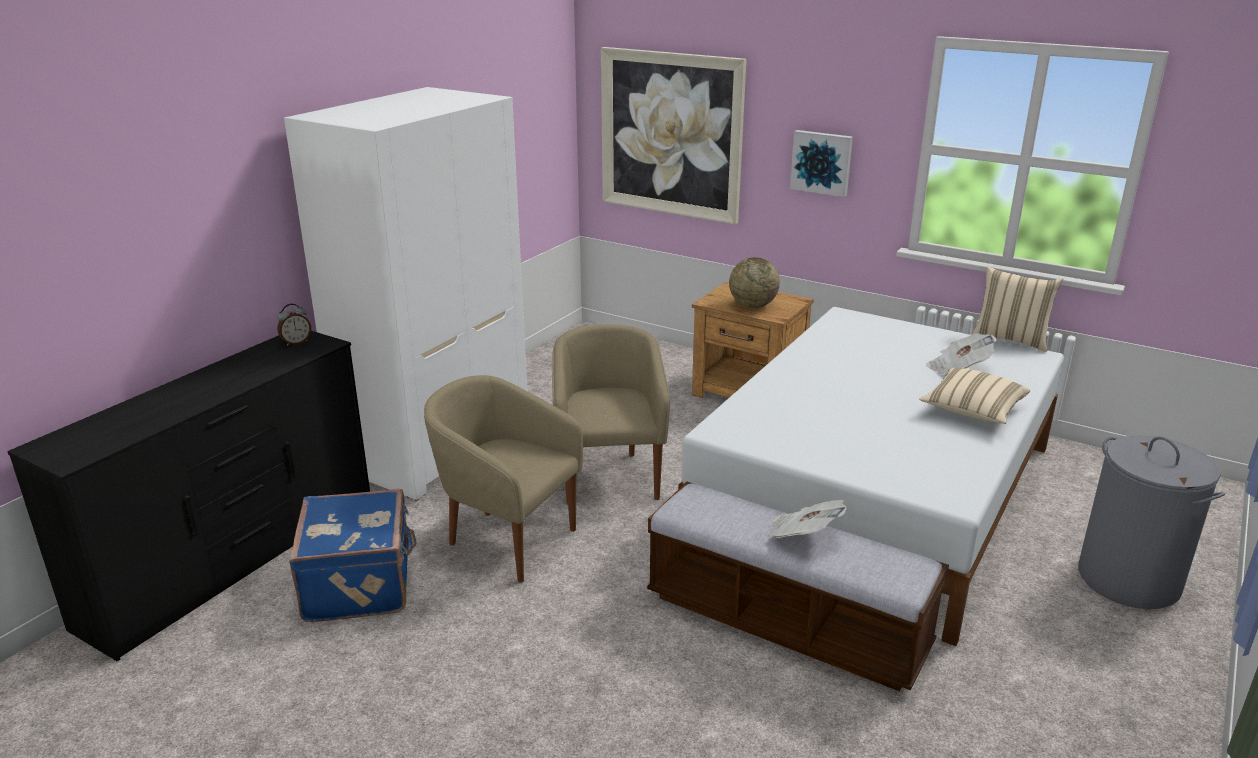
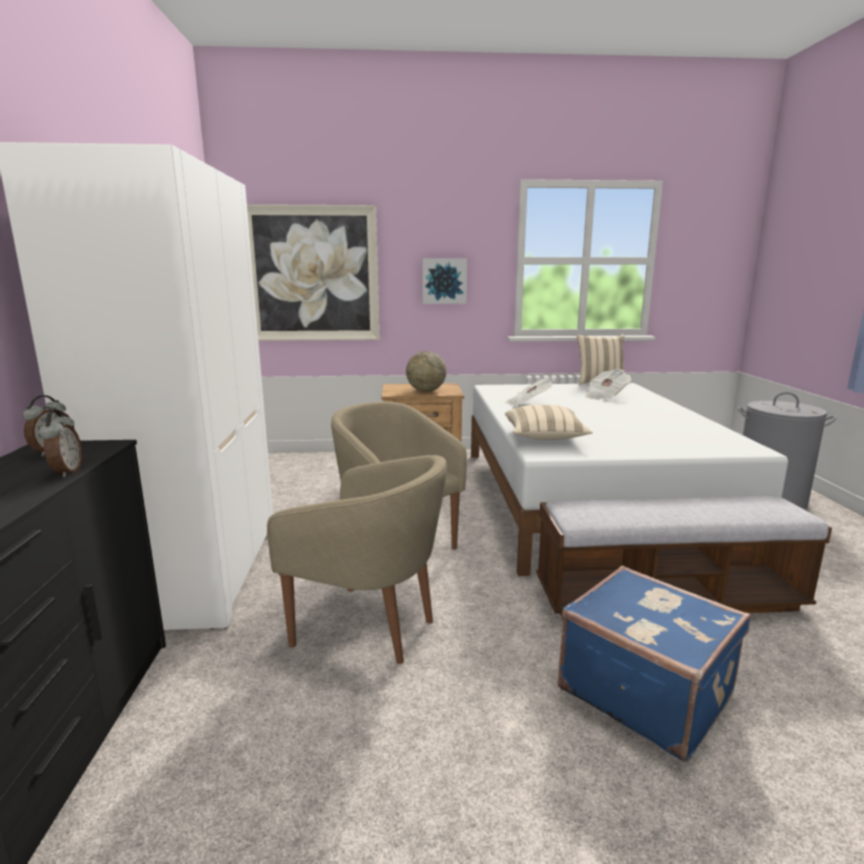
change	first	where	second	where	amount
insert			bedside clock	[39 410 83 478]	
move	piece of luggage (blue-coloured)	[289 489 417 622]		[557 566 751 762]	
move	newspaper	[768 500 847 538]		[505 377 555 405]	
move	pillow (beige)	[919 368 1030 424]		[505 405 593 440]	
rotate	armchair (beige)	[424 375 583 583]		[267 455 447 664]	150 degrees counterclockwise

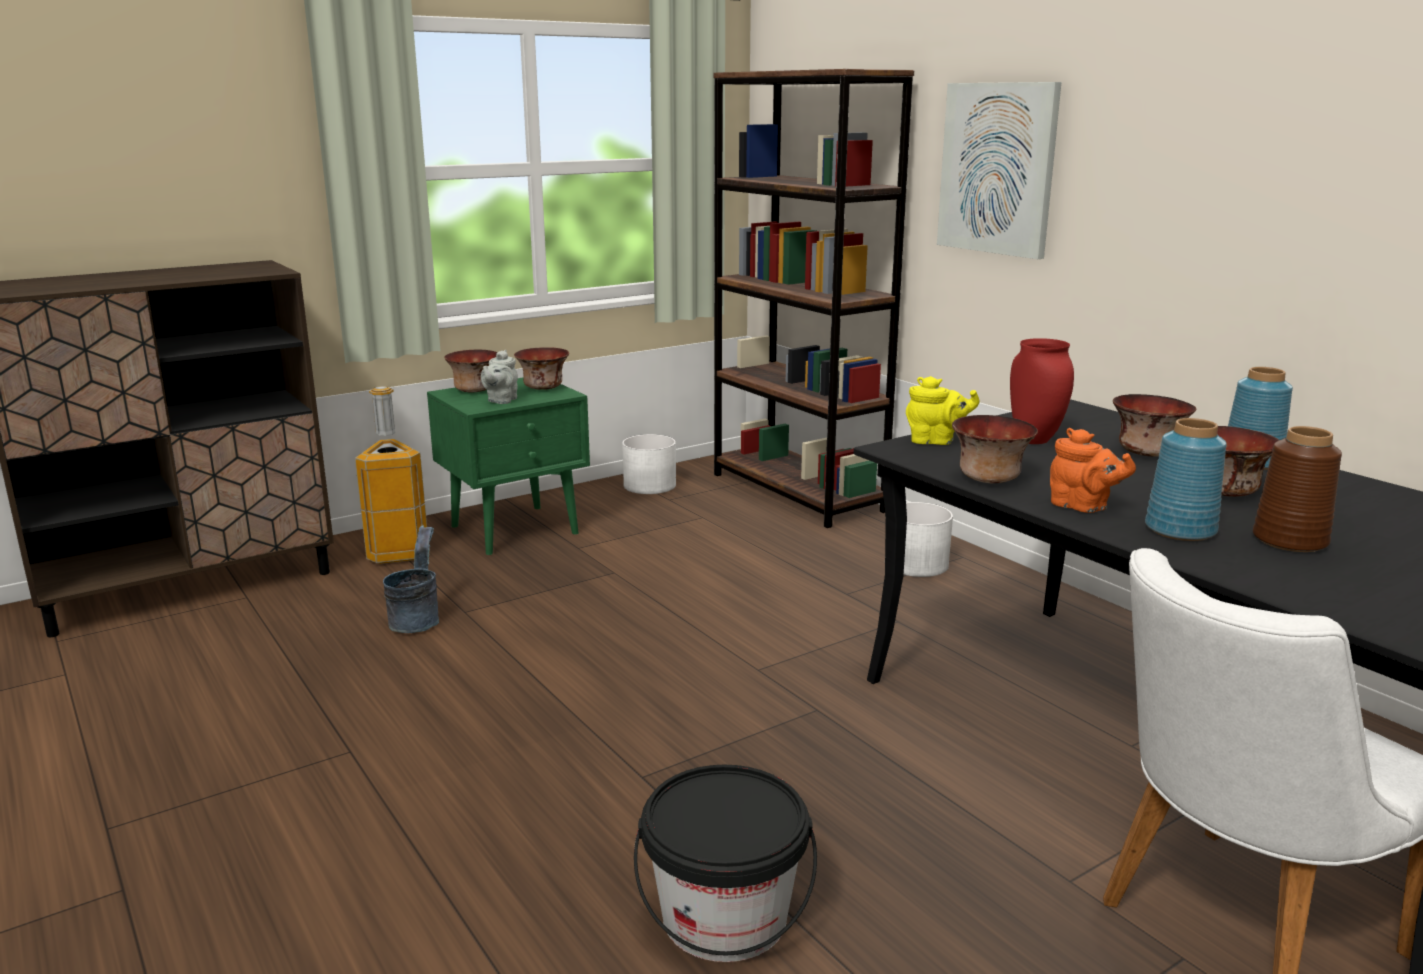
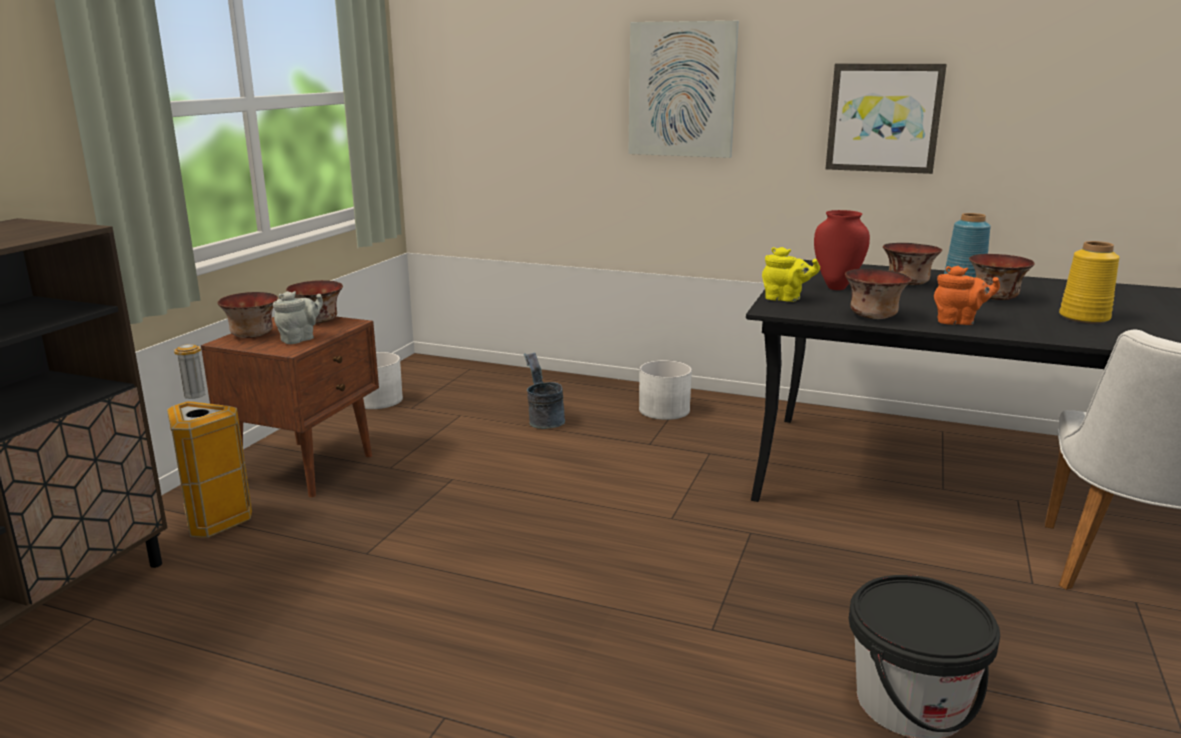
change	first	where	second	where	amount
delete	bookcase (brown-coloured)	[713 69 914 528]			
delete	decorative vase (blue-coloured)	[1145 418 1227 541]			
insert			picture	[826 64 947 174]	
move	pail (greyish)	[383 525 439 633]		[524 352 565 429]	
recolor	bedside table (green-coloured)	[427 378 590 555]	bedside table (brown-coloured)	[201 317 379 497]	
recolor	decorative vase (brown-coloured)	[1253 426 1342 552]	decorative vase (yellow-coloured)	[1059 241 1119 323]	
rotate	teapot (greyish)	[481 350 518 404]		[273 291 323 344]	120 degrees counterclockwise
rotate	teapot (yellow-coloured)	[906 376 980 445]		[762 247 820 302]	45 degrees clockwise

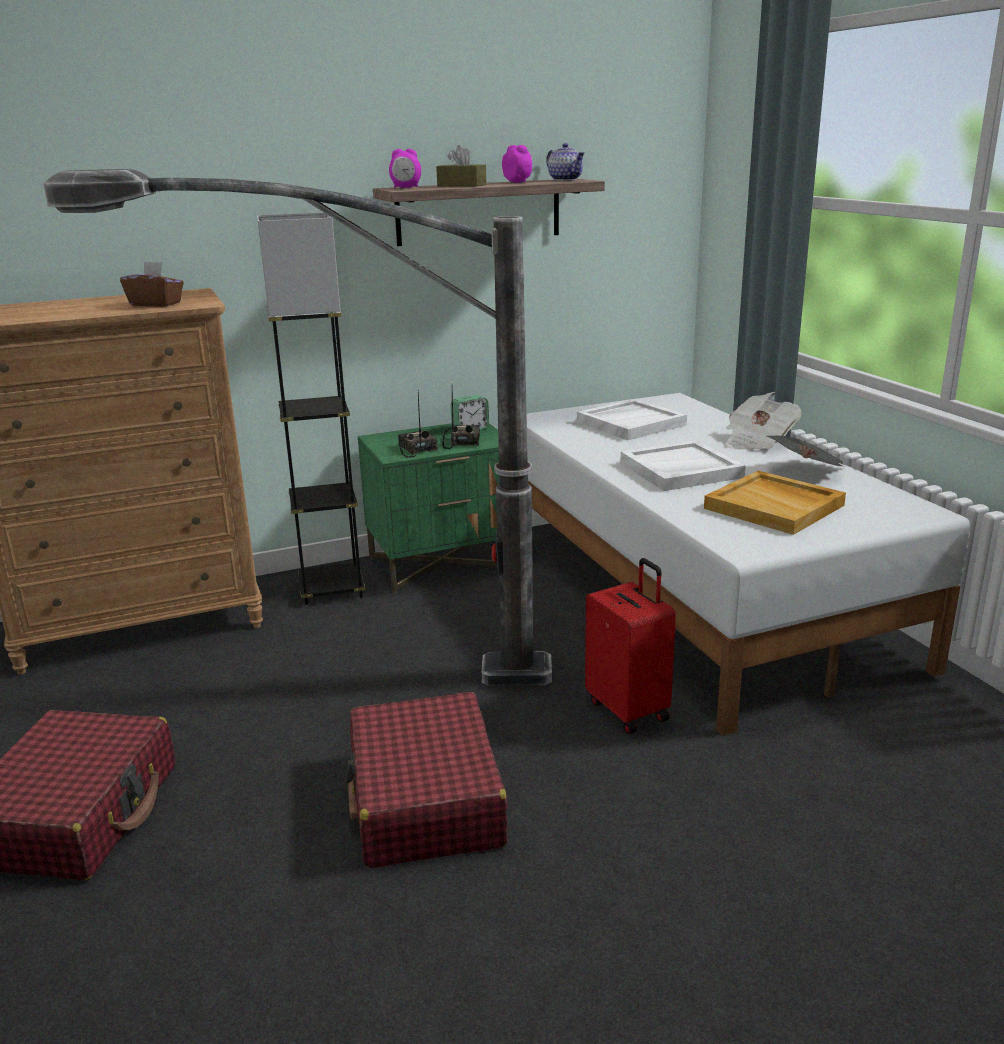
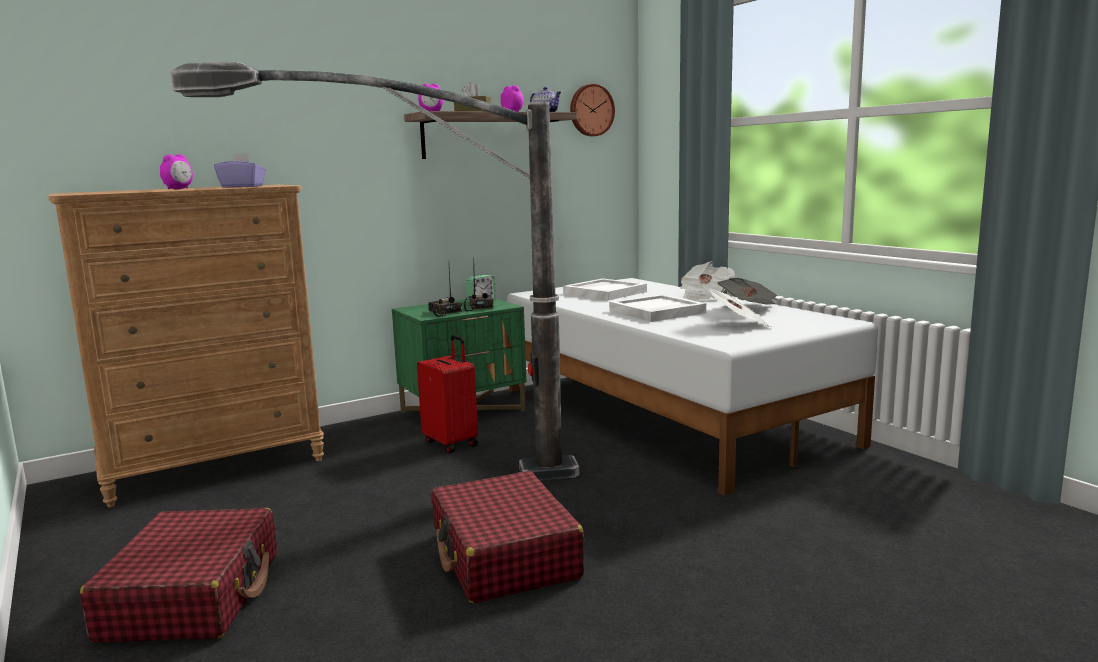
change	first	where	second	where	amount
delete	floor lamp (greyish)	[257 212 365 605]			
insert			bedside clock	[160 154 193 189]	
insert			wall clock	[570 84 615 136]	
move	piece of luggage (red-coloured)	[585 558 676 734]		[417 335 478 453]	
replace	carrying tray (beige)	[704 471 846 535]	newspaper	[703 286 771 327]	
recolor	tissue box (brown-coloured)	[120 262 184 307]	tissue box (purple-coloured)	[214 153 266 188]	

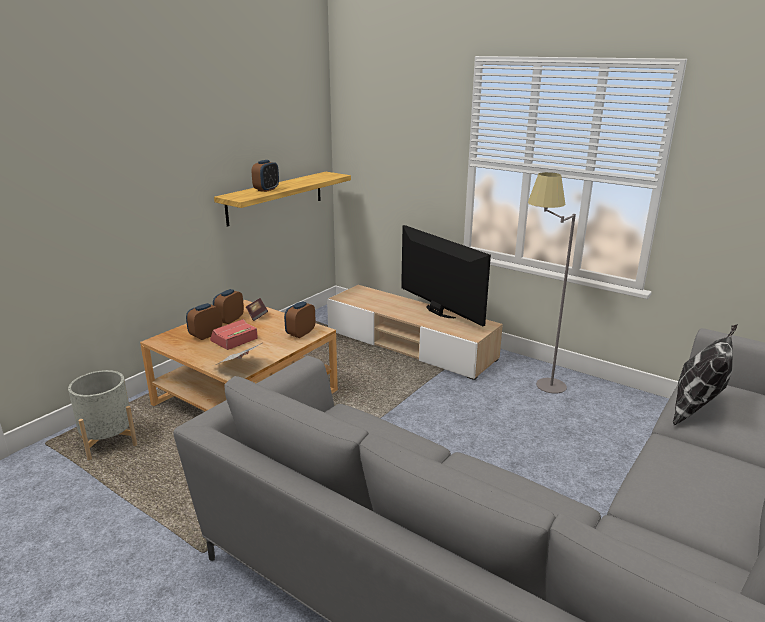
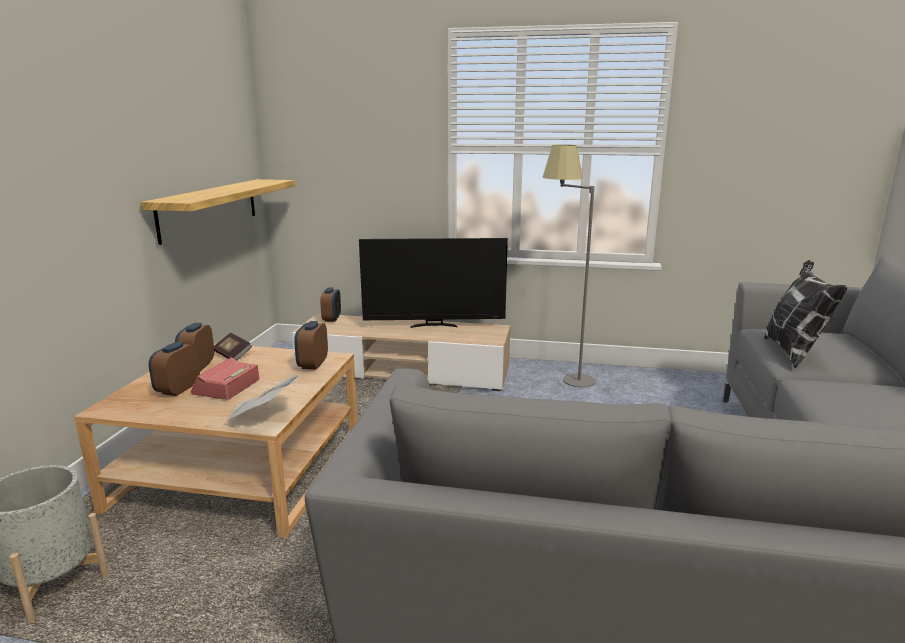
change	first	where	second	where	amount
move	bedside clock	[252 160 279 192]		[320 288 341 322]	
rotate	TV set	[401 225 491 326]		[359 238 508 328]	150 degrees clockwise

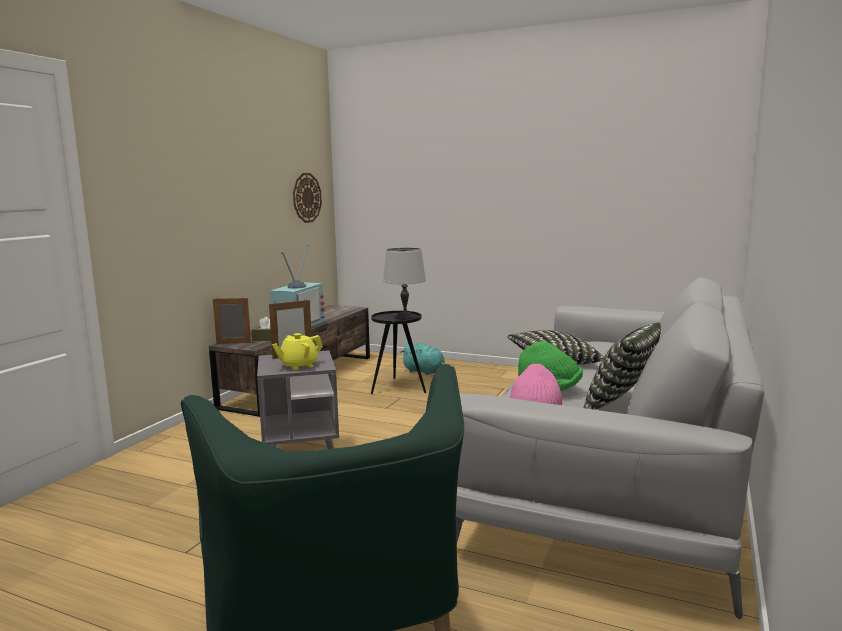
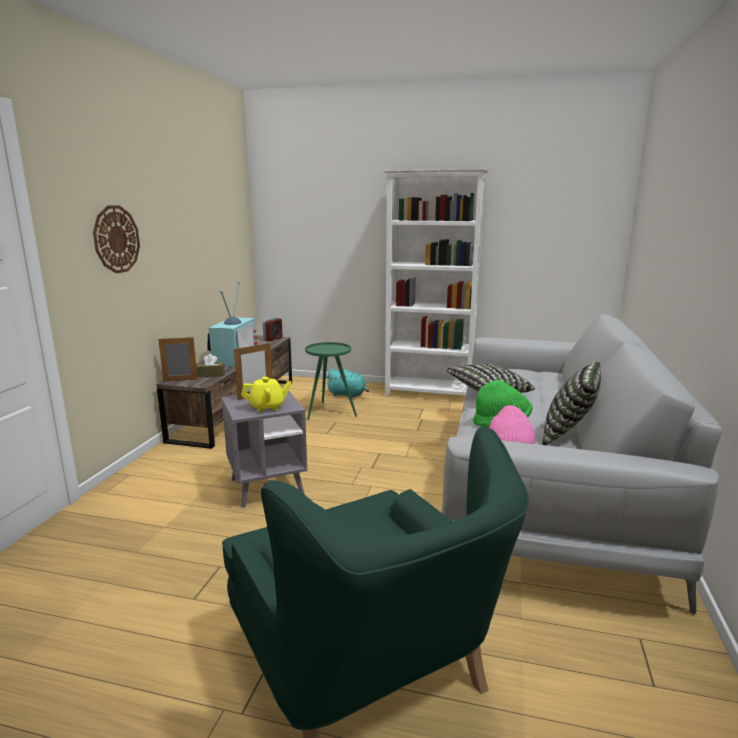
change	first	where	second	where	amount
delete	tabletop lamp (greyish)	[383 248 426 320]			
insert			bedside clock	[263 317 283 341]	
insert			bookcase (white)	[383 169 488 396]	
move	wall clock	[293 173 322 223]		[93 206 140 273]	
recolor	accent table (black)	[371 311 426 394]	accent table (green-coloured)	[305 342 357 420]	
rotate	teapot (yellow-coloured)	[272 333 323 370]		[241 376 291 412]	150 degrees counterclockwise

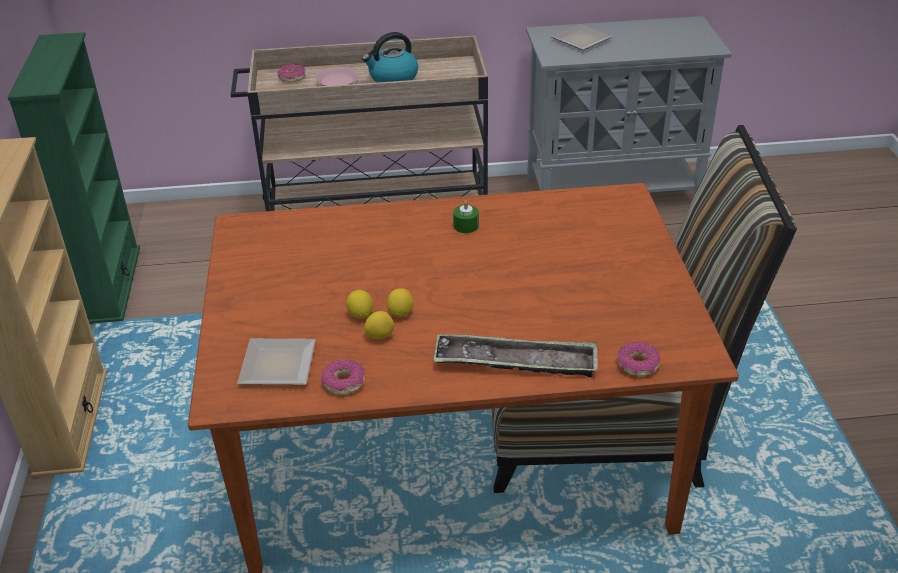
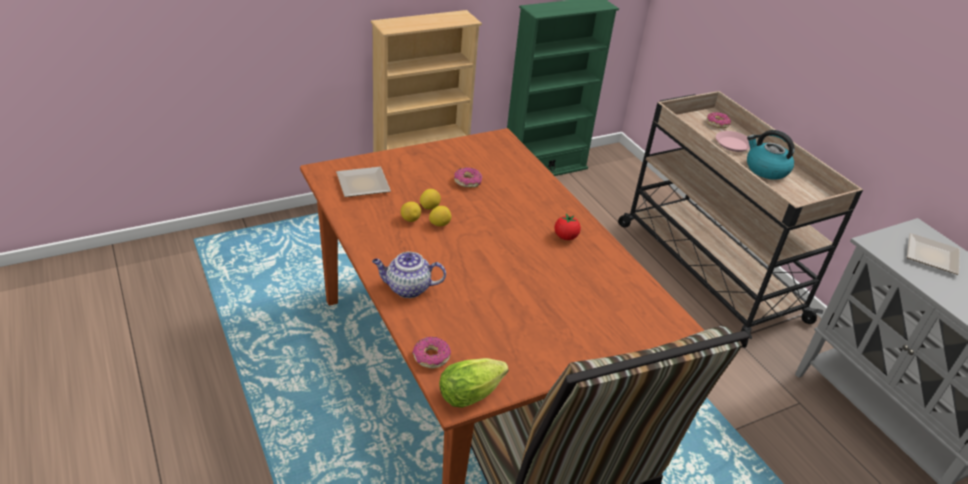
change	first	where	second	where	amount
insert			lettuce head	[439 358 509 408]	
move	doughnut	[321 359 365 395]		[454 167 482 188]	
replace	carrying tray	[433 334 598 377]	teapot	[372 252 446 298]	
replace	wax light (green-coloured)	[453 200 479 233]	whole tomato	[554 214 581 240]	

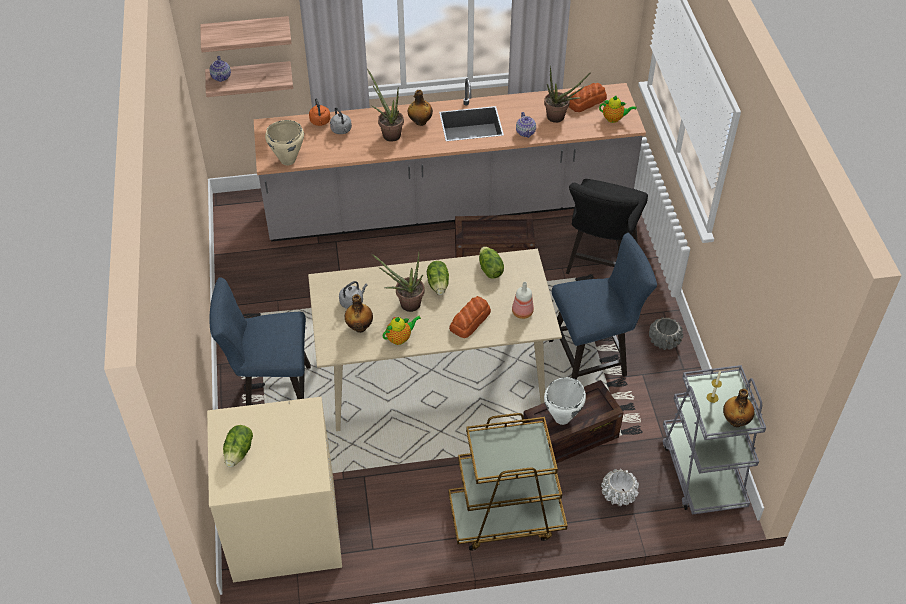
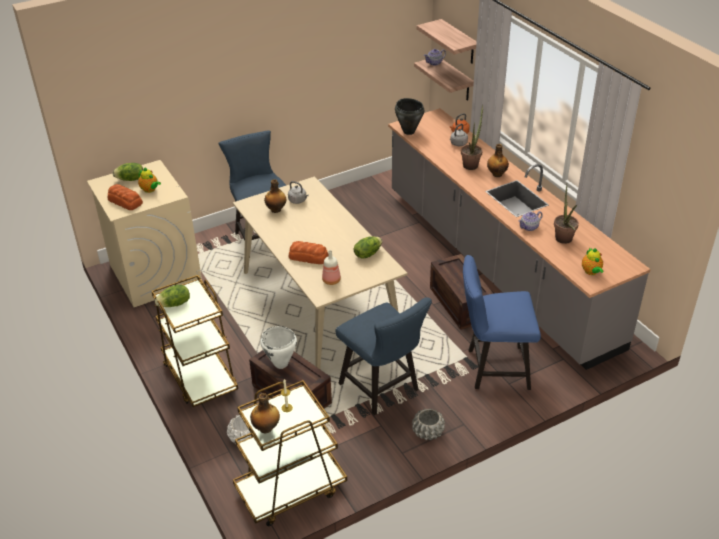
change	first	where	second	where	amount
delete	plant in a pot	[372 253 425 312]			
move	teapot	[383 316 421 345]		[138 168 161 193]	
move	lettuce head	[427 261 449 295]		[155 285 190 307]	
move	baked bread	[569 83 607 112]		[108 184 143 210]	
recolor	saucepot (beige)	[265 120 304 165]	saucepot (black)	[395 98 424 135]	
recolor	chair (black)	[566 179 648 274]	chair (blue-coloured)	[463 255 541 390]	
recolor	trolley (greyish)	[663 365 766 515]	trolley (brown-coloured)	[233 380 347 526]	

